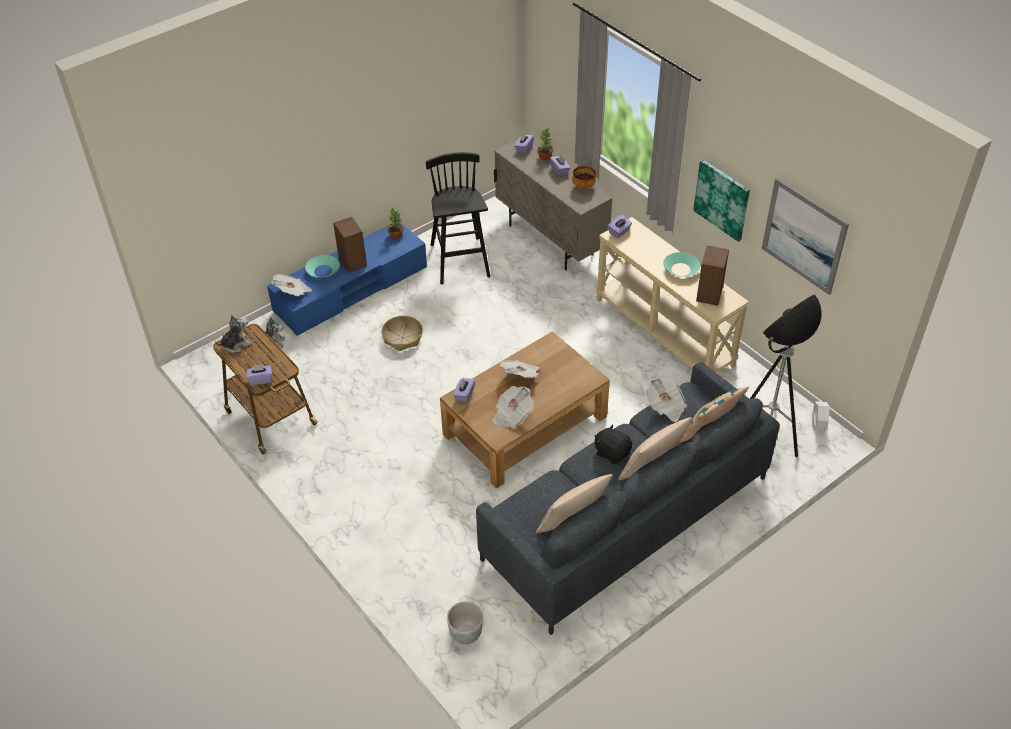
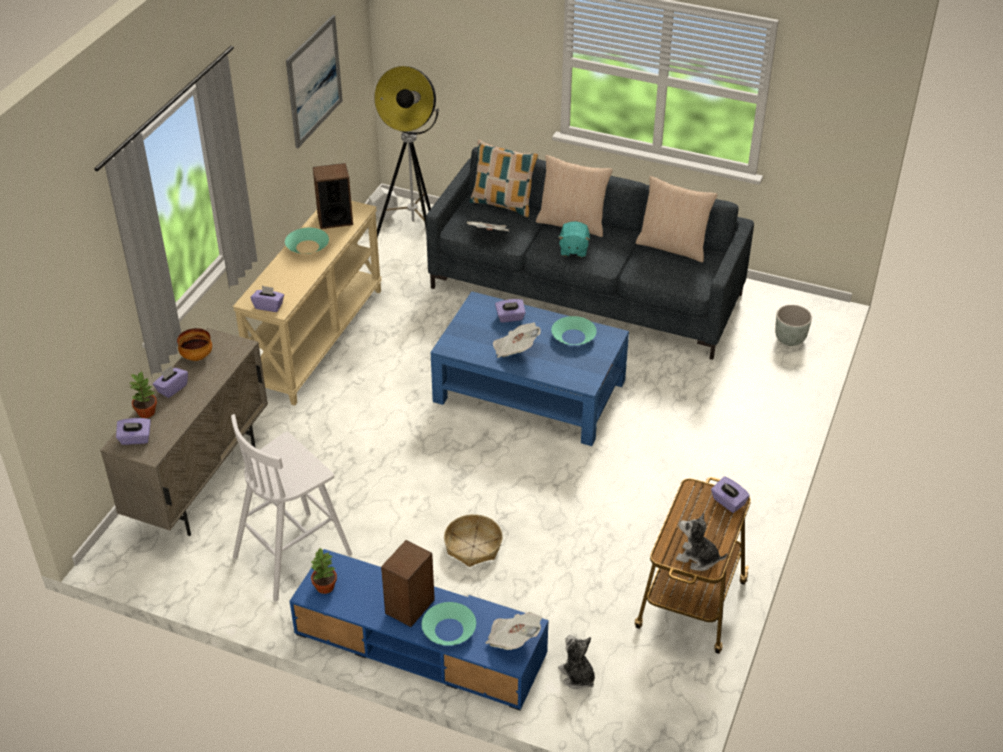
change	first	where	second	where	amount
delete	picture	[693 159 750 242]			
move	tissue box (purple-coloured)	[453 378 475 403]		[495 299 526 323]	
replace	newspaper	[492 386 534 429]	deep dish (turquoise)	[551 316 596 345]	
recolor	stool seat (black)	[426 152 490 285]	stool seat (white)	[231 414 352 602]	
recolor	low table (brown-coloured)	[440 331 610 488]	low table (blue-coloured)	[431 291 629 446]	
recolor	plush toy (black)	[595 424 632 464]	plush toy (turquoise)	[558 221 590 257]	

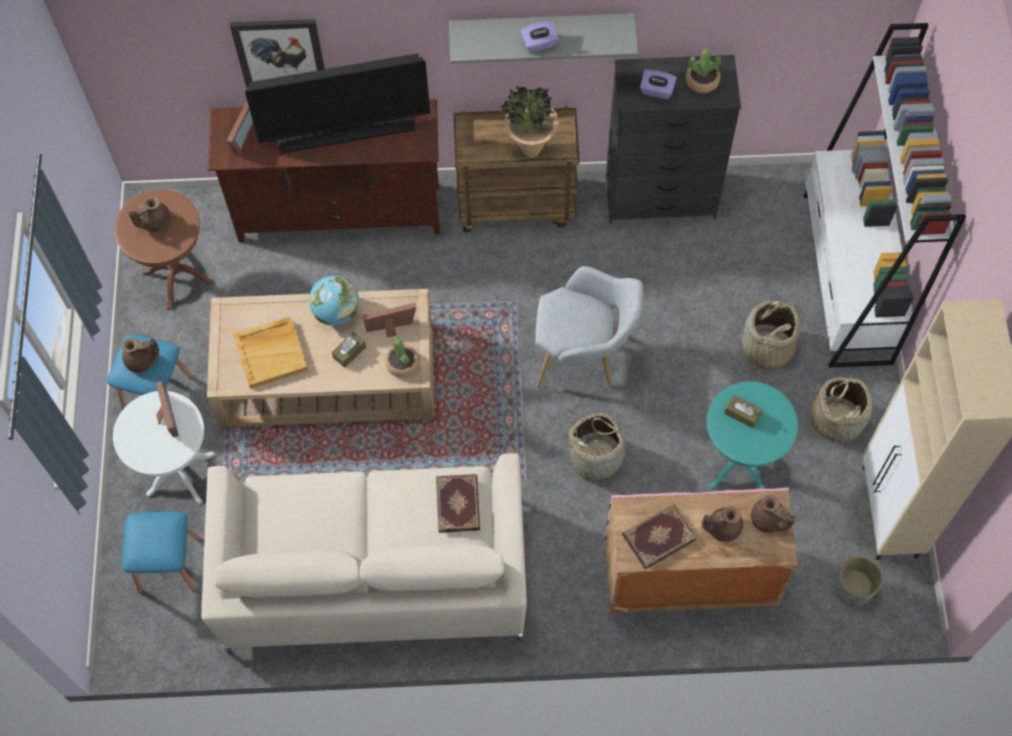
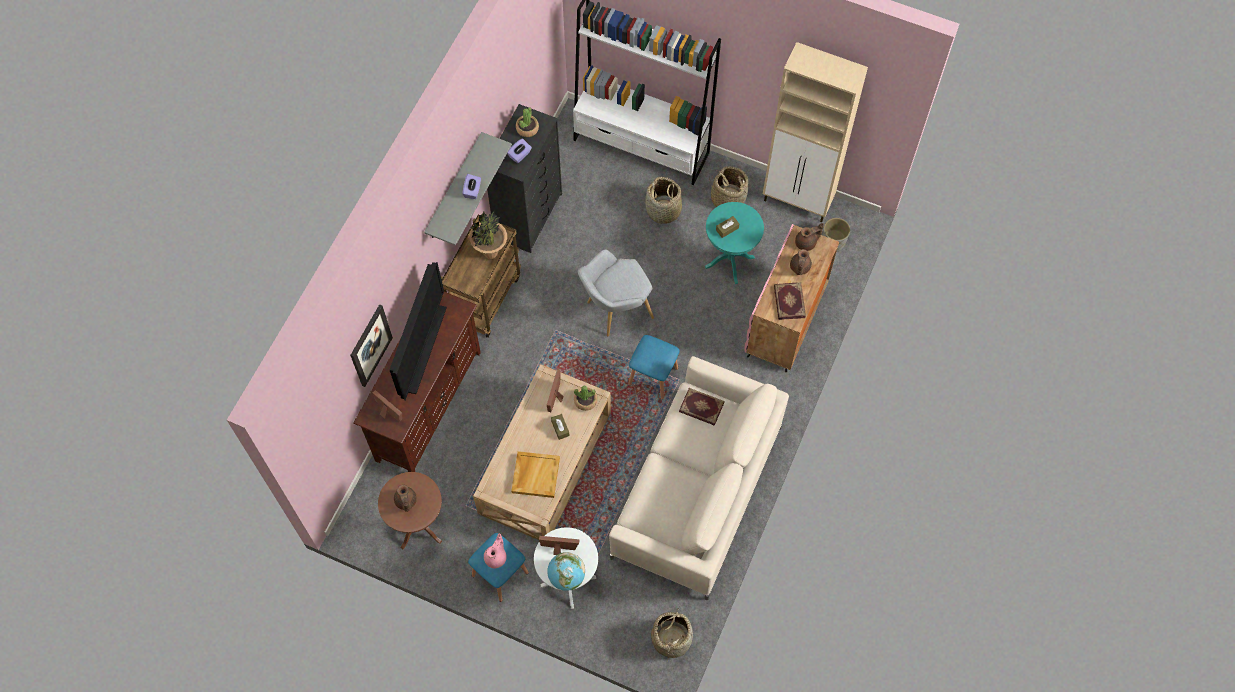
change	first	where	second	where	amount
move	stool seat (blue-coloured)	[122 512 200 593]		[628 335 680 399]	
move	world globe	[309 276 359 326]		[547 552 585 591]	
move	basket	[564 413 638 481]		[651 607 693 661]	
recolor	teapot (brown-coloured)	[122 338 159 372]	teapot (pink)	[484 533 507 568]	
rotate	armchair (greyish)	[535 266 643 388]		[578 249 654 336]	150 degrees counterclockwise

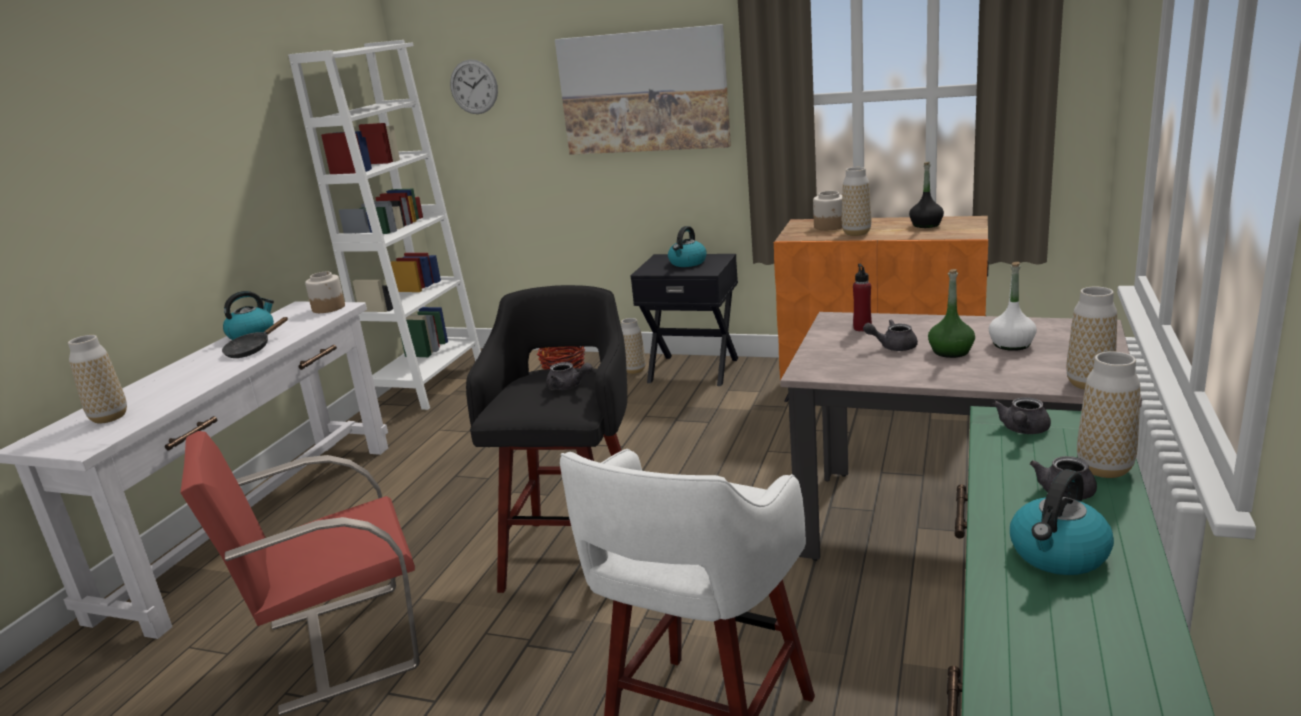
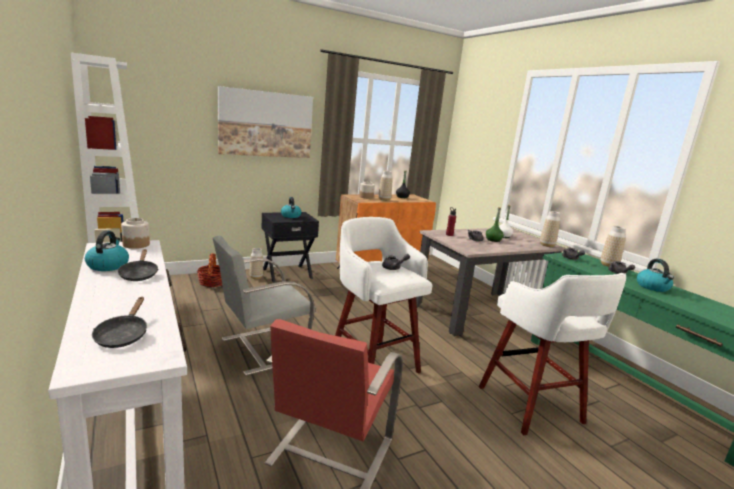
change	first	where	second	where	amount
delete	wall clock	[450 59 498 114]			
insert			chair (greyish)	[213 235 315 376]	
replace	decorative vase	[68 335 127 424]	skillet (black)	[92 297 147 348]	
recolor	stool seat (black)	[466 285 627 593]	stool seat (white)	[335 217 433 374]	

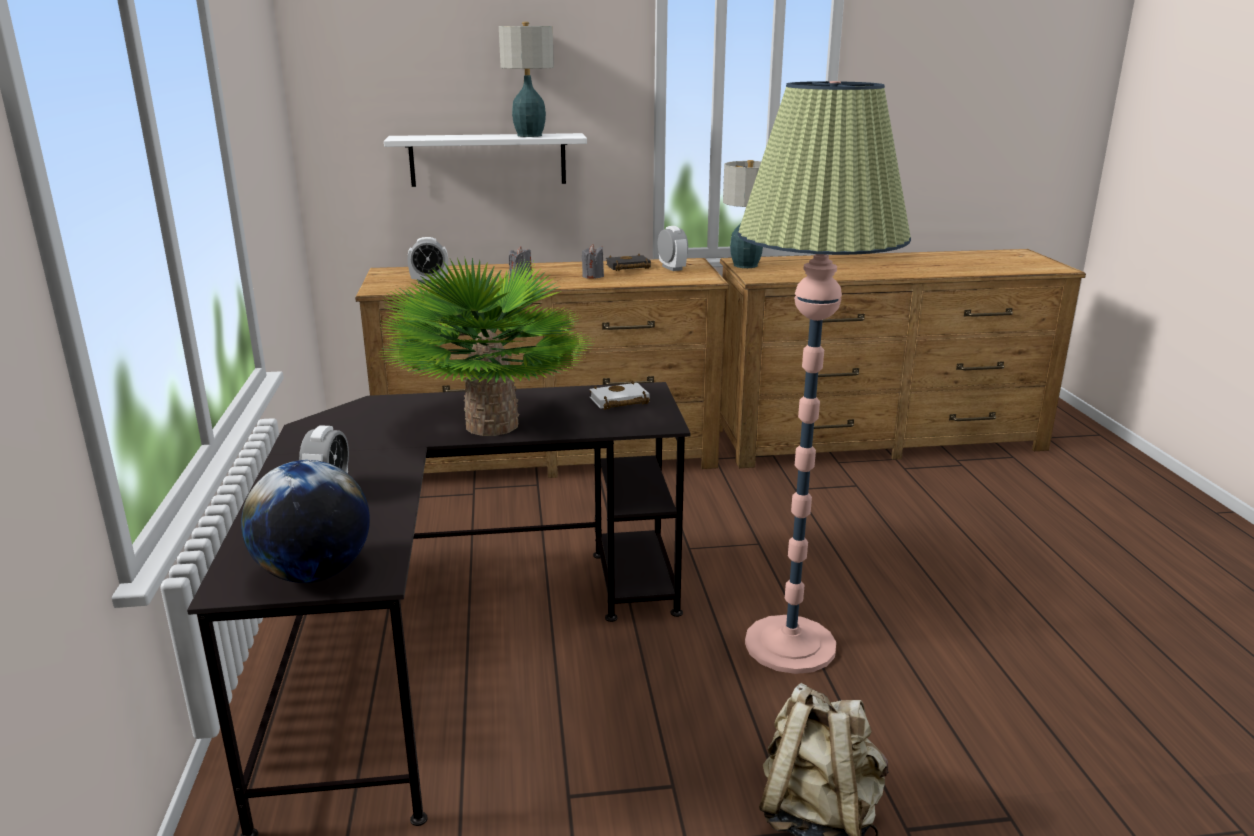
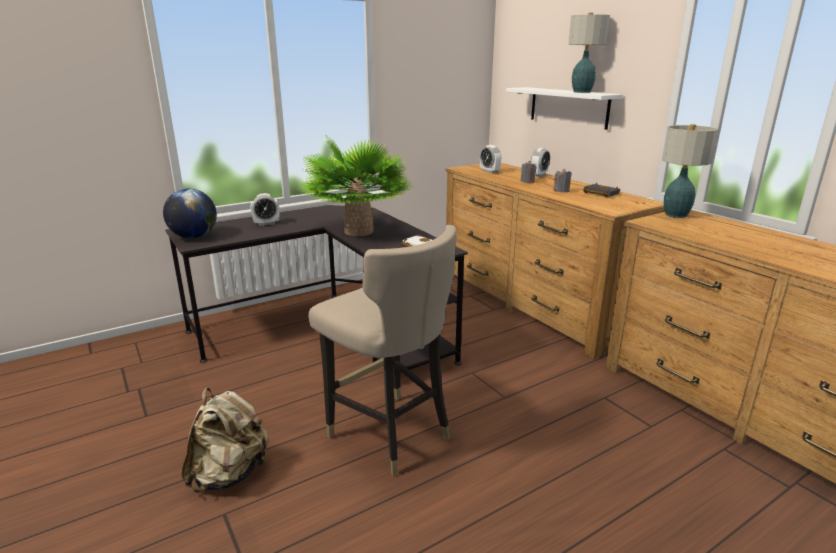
change	first	where	second	where	amount
move	bedside clock	[658 226 688 271]		[531 148 550 177]	
replace	floor lamp	[738 81 911 674]	stool seat (beige)	[309 225 457 477]	

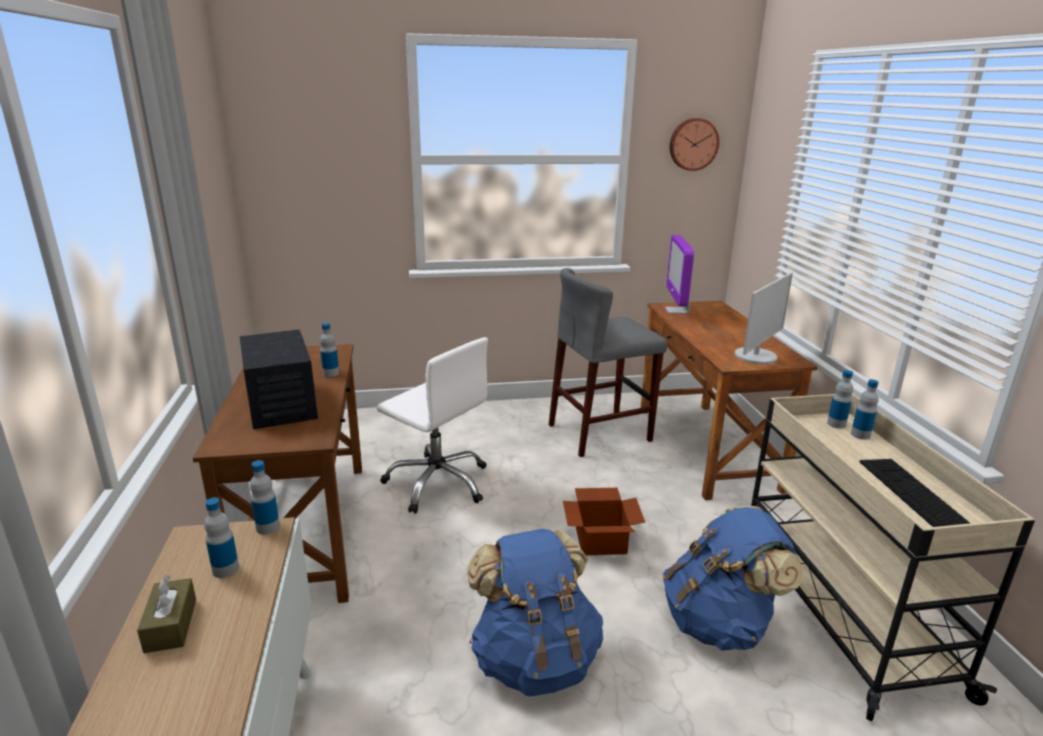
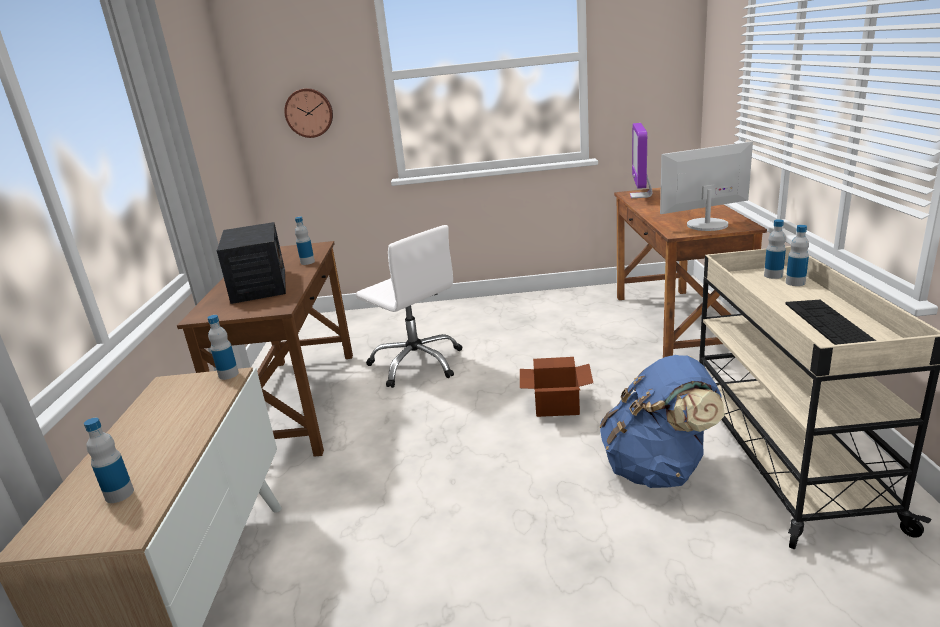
change	first	where	second	where	amount
delete	tissue box (brown-coloured)	[137 575 196 653]			
delete	rucksack (blue-coloured)	[467 529 603 697]			
delete	stool seat (greyish)	[549 268 667 457]			
move	drink bottle	[204 498 239 578]		[84 418 134 503]	
move	wall clock	[670 118 720 171]		[284 88 333 138]	
rotate	computer screen	[735 272 793 364]		[660 141 753 231]	150 degrees counterclockwise

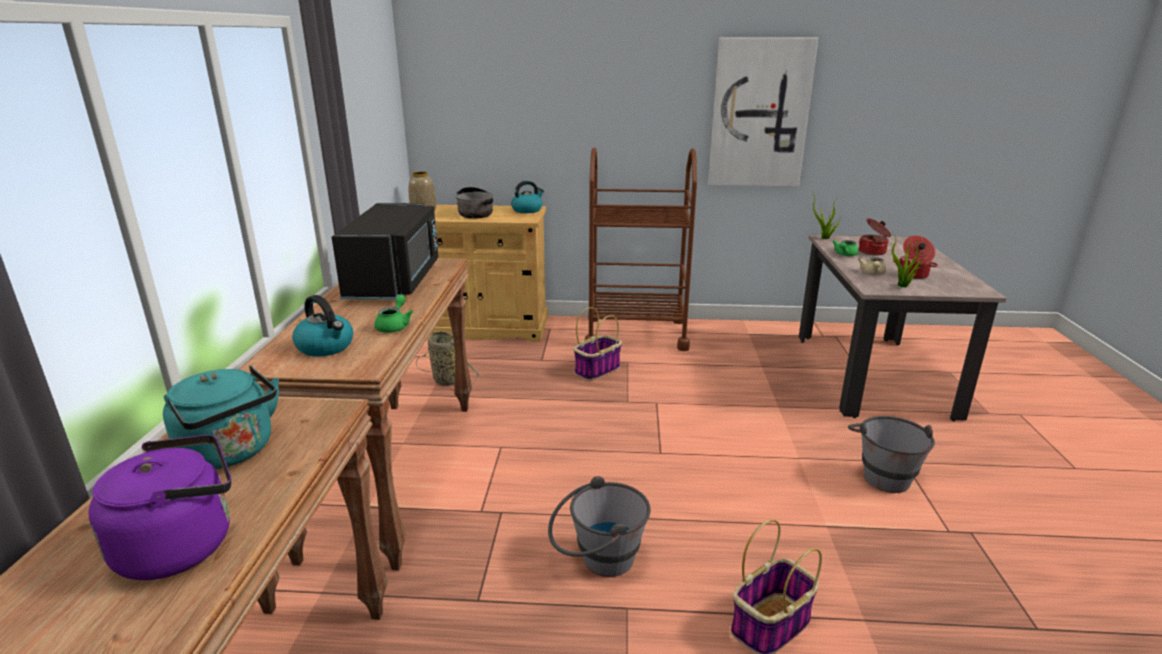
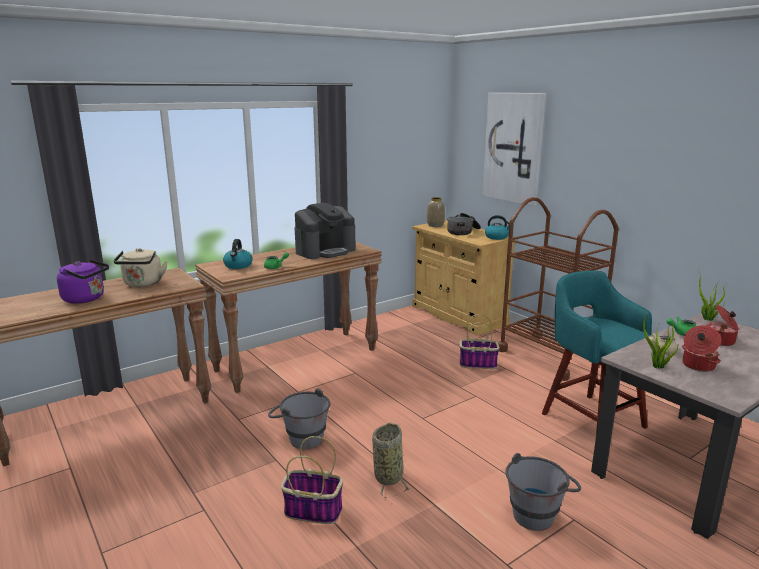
change	first	where	second	where	amount
insert			stool seat (turquoise)	[542 270 652 433]	
move	basket	[416 331 480 387]		[372 423 411 498]	
move	picture	[708 38 818 186]		[482 93 546 206]	
replace	kitchen microwave (black)	[332 203 438 300]	coffee maker	[295 203 356 259]	
recolor	tea kettle (turquoise)	[163 365 279 469]	tea kettle (beige)	[114 248 167 287]	

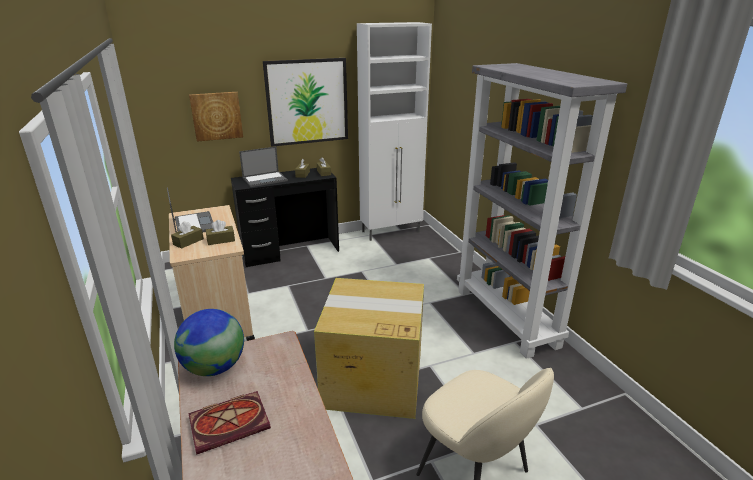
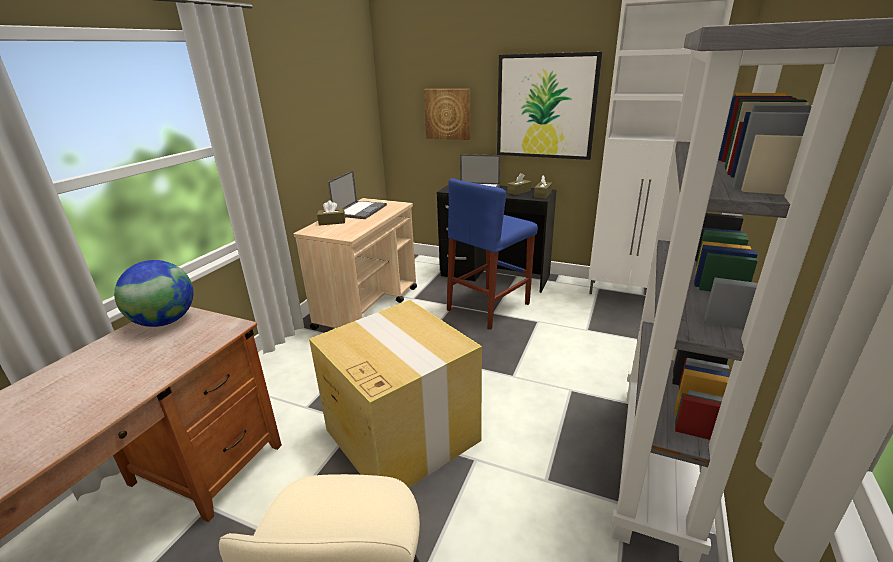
change	first	where	second	where	amount
delete	volume	[188 391 271 455]			
delete	tissue box (brown-coloured)	[206 220 235 245]			
insert			stool seat (blue-coloured)	[447 178 538 330]	

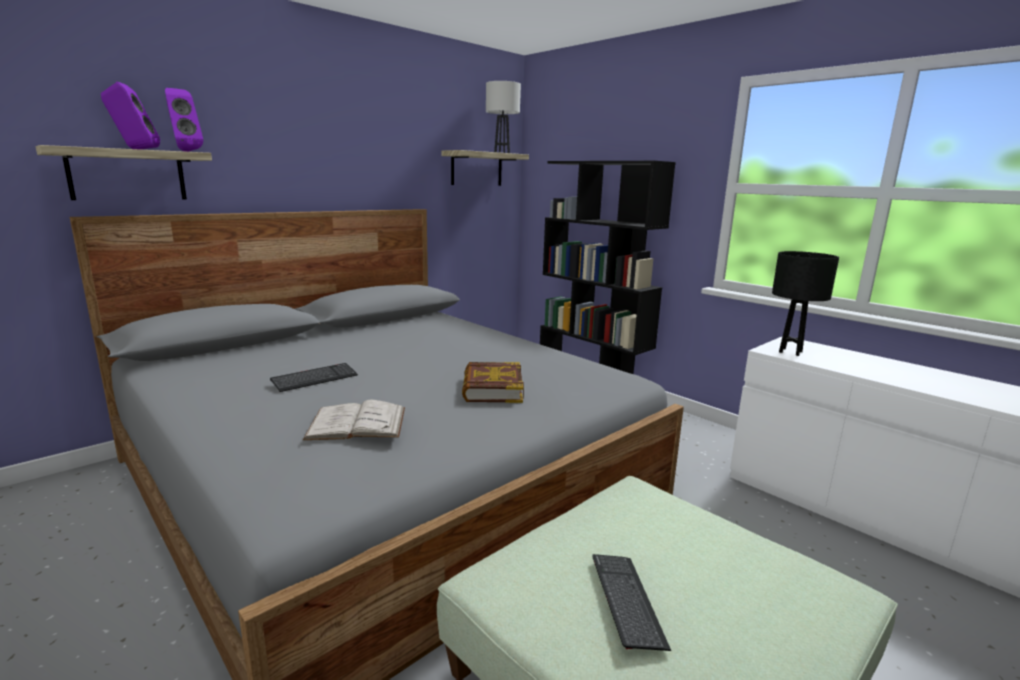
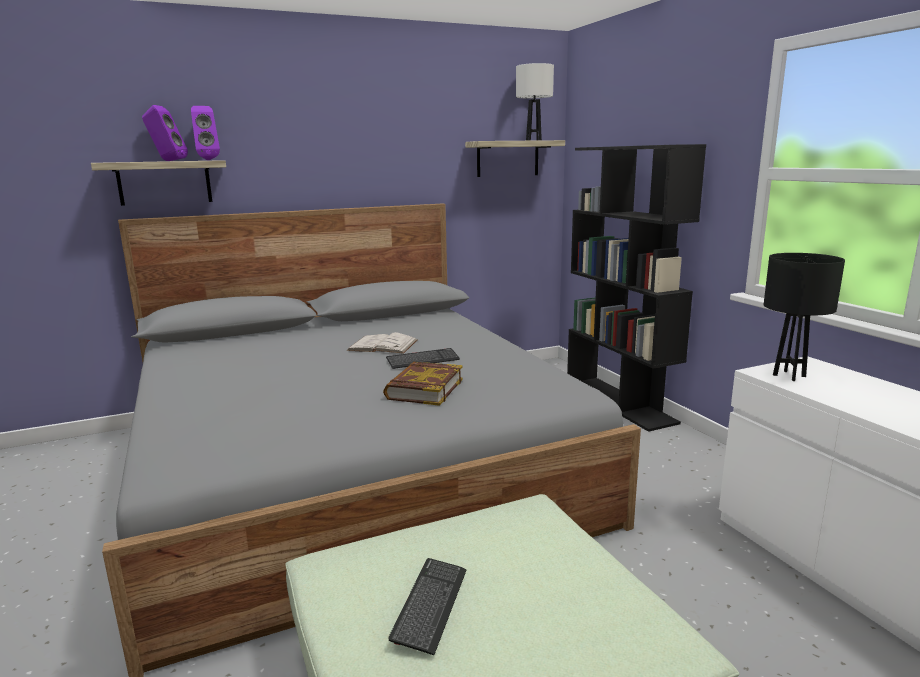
change	first	where	second	where	amount
move	PC keyboard	[270 363 358 392]		[386 348 460 369]	
move	volume (white)	[303 400 405 440]		[347 332 417 354]	

